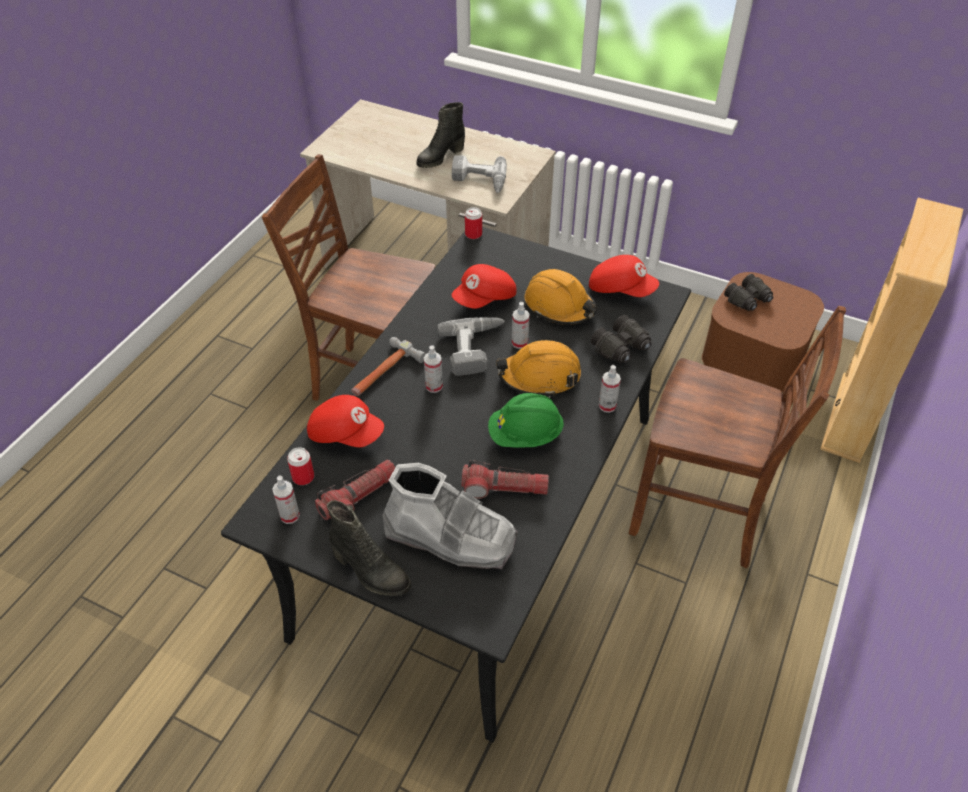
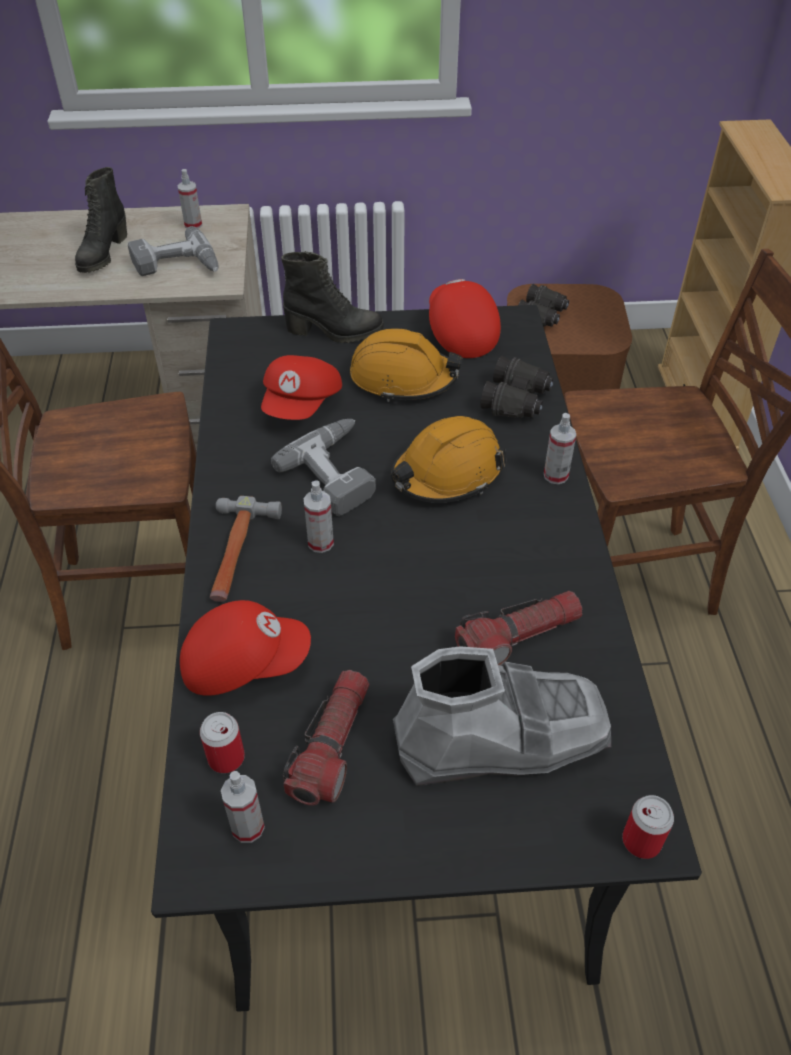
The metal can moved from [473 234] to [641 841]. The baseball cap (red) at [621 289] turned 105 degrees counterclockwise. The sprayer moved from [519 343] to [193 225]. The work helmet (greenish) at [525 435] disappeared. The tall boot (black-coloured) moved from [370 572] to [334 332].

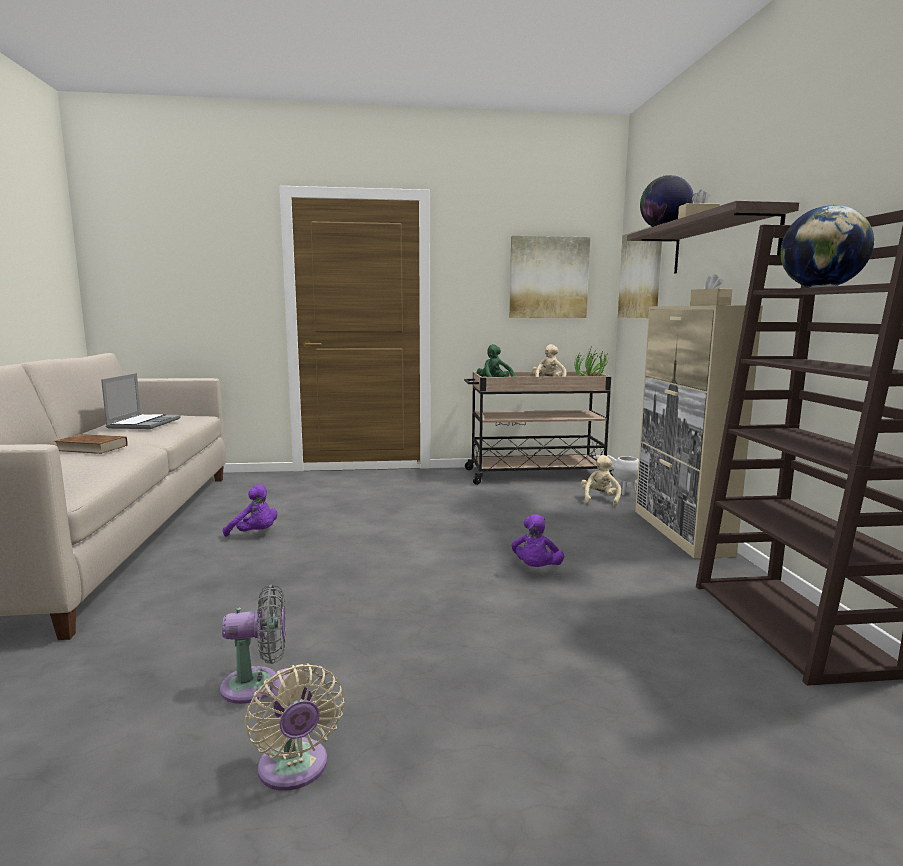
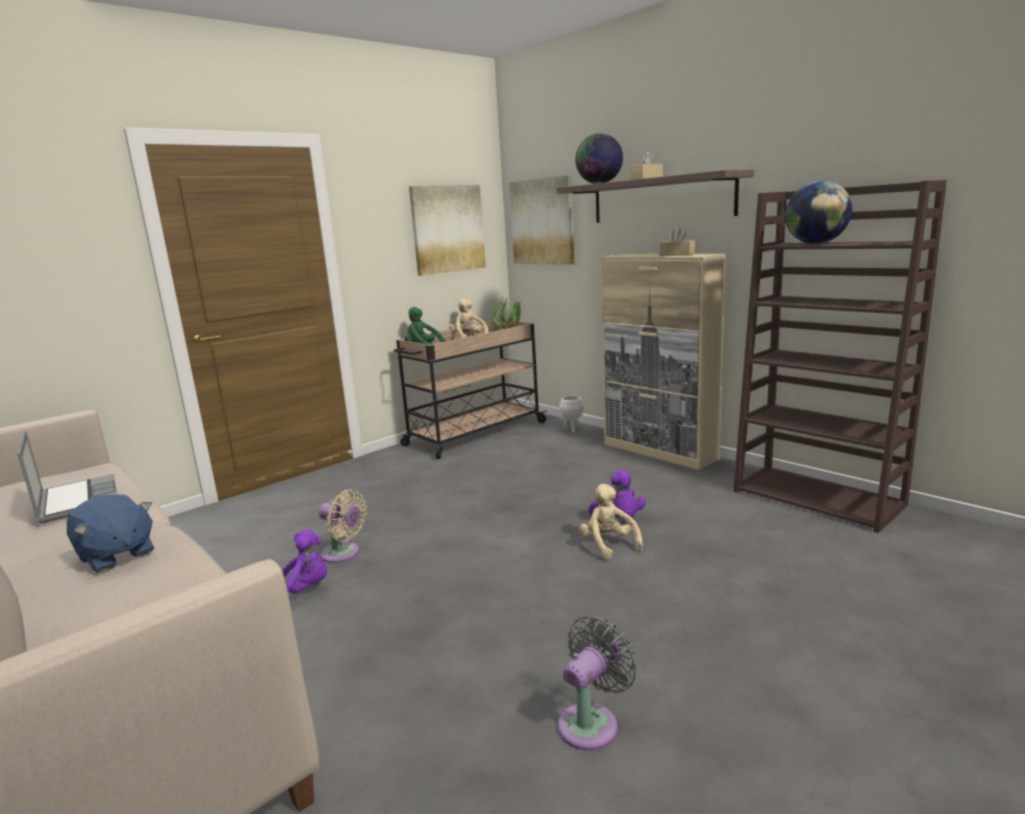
The volume (brownish) at [92 448] was replaced by the plush toy (blue-coloured) at [116 556]. The plush toy (beige-coloured) moved from [600 499] to [608 545]. The cooling fan (beige-coloured) moved from [294 770] to [343 554].

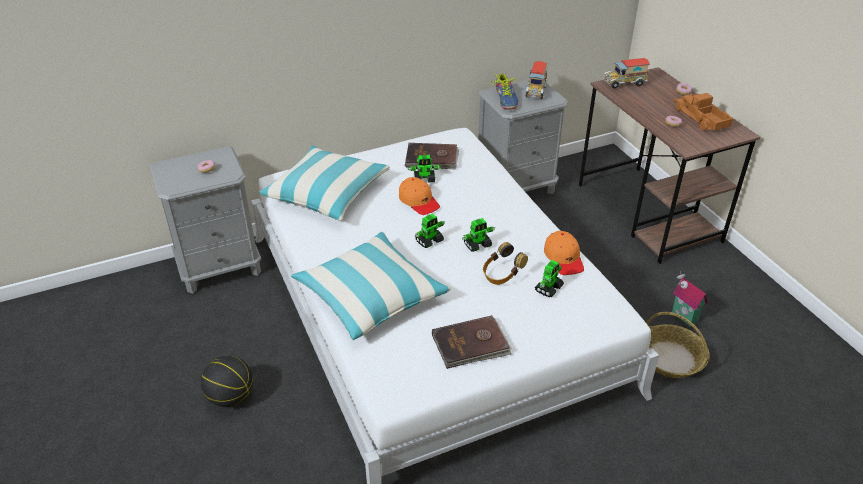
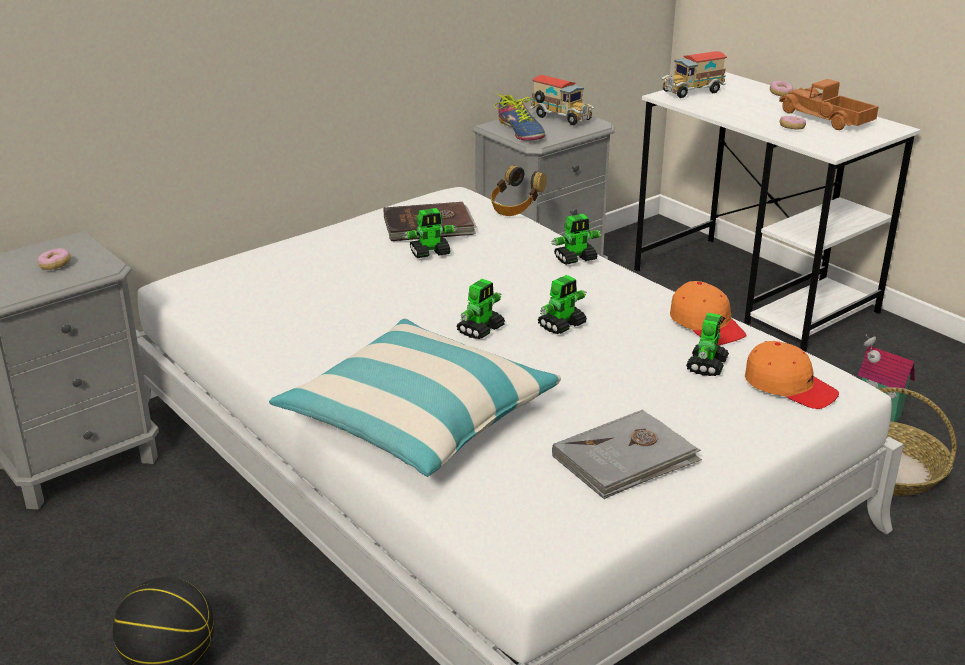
The toy lorry at [535 92] turned 45 degrees counterclockwise. The desk table (brownish) at [648 213] became the desk table (white) at [754 291]. The cushion at [327 193] disappeared. The baseball cap (orange) moved from [419 201] to [789 386]. The pair of headphones moved from [502 275] to [515 208]. The volume (brownish) at [471 345] became the volume (gray) at [626 459]. The toy robot at [576 259] appeared.

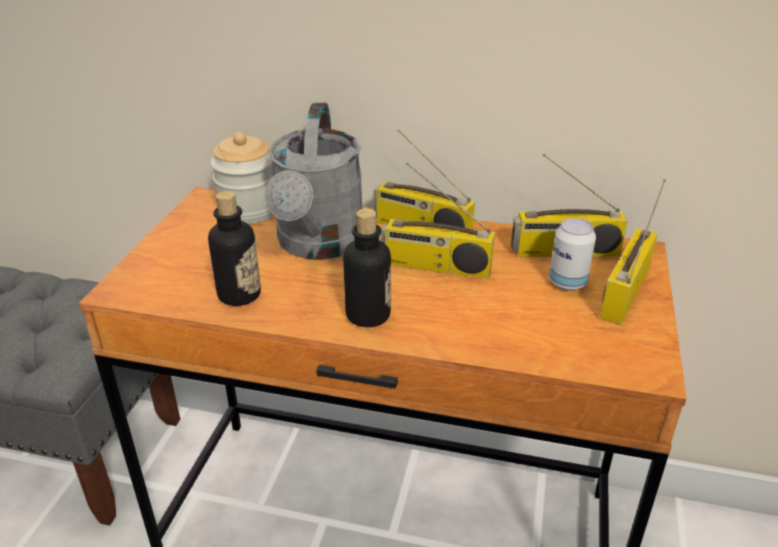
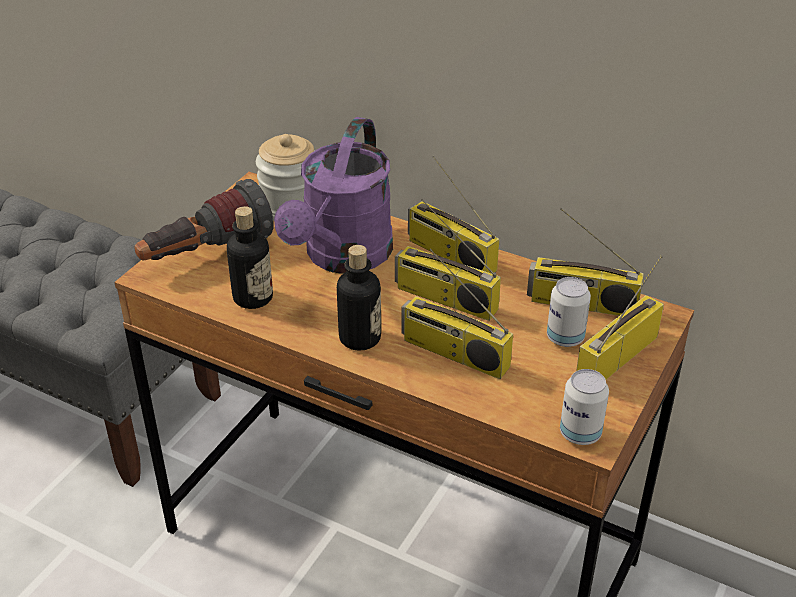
The watering can (gray) at [319 245] became the watering can (purple) at [343 257]. The torch at [206 254] appeared. The radio receiver at [453 353] appeared. The metal can at [580 433] appeared.

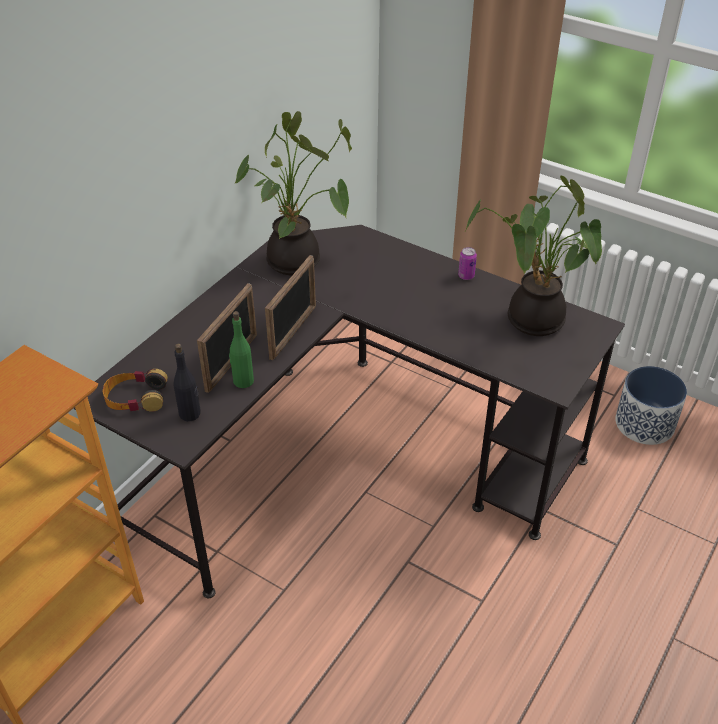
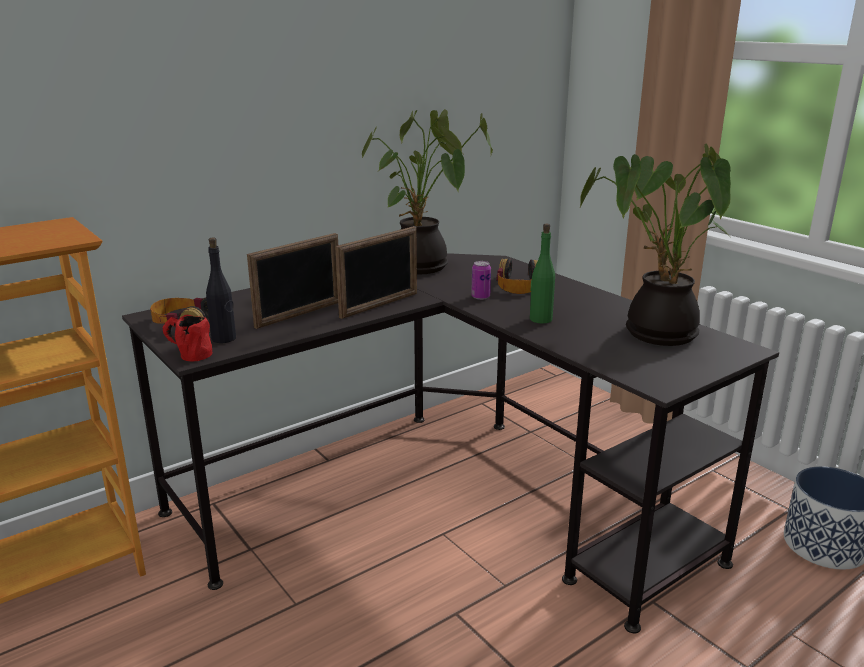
The metal can moved from [466 276] to [480 297]. The drink bottle (greenish) moved from [243 381] to [540 319]. The pair of headphones at [519 284] appeared. The tea mug (red) at [188 354] appeared.

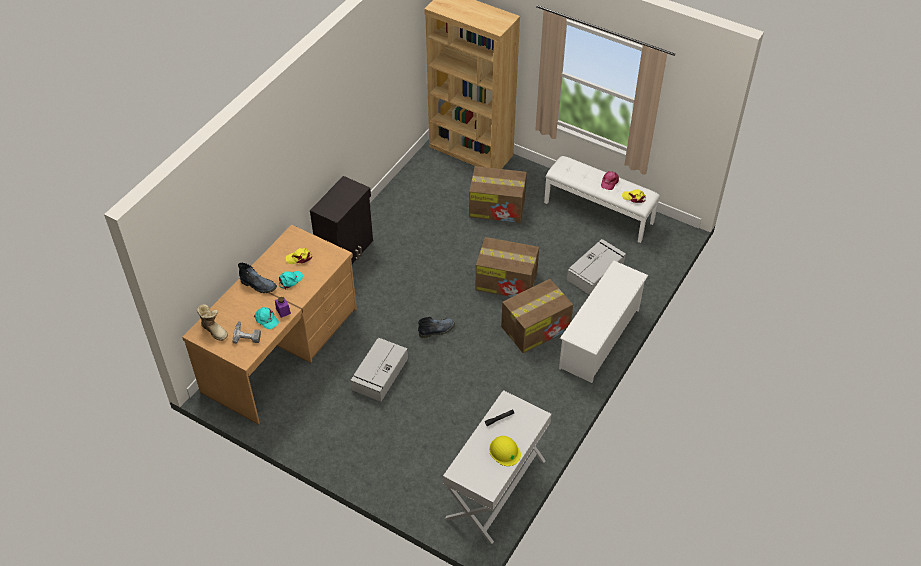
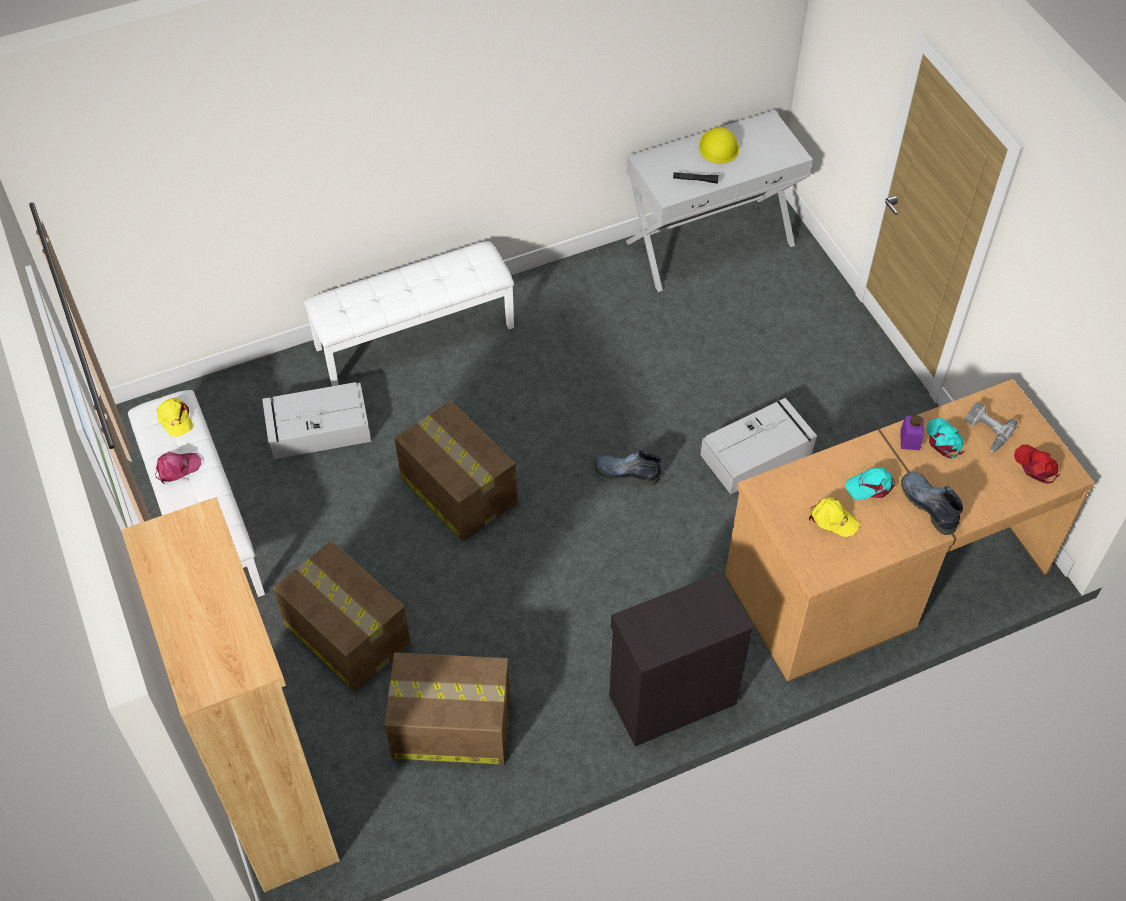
The shoe stand (white) at [600 338] was replaced by the bench (white) at [415 336]. The packing box moved from [536 327] to [450 726]. The tall boot at [214 330] was replaced by the baseball cap (red) at [1036 466].

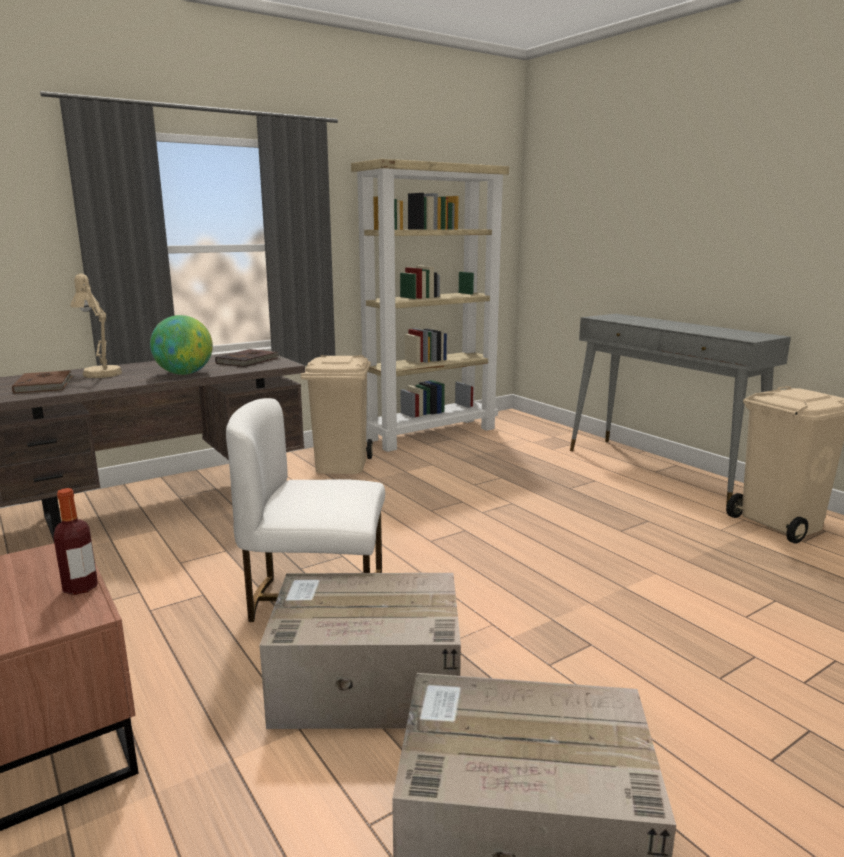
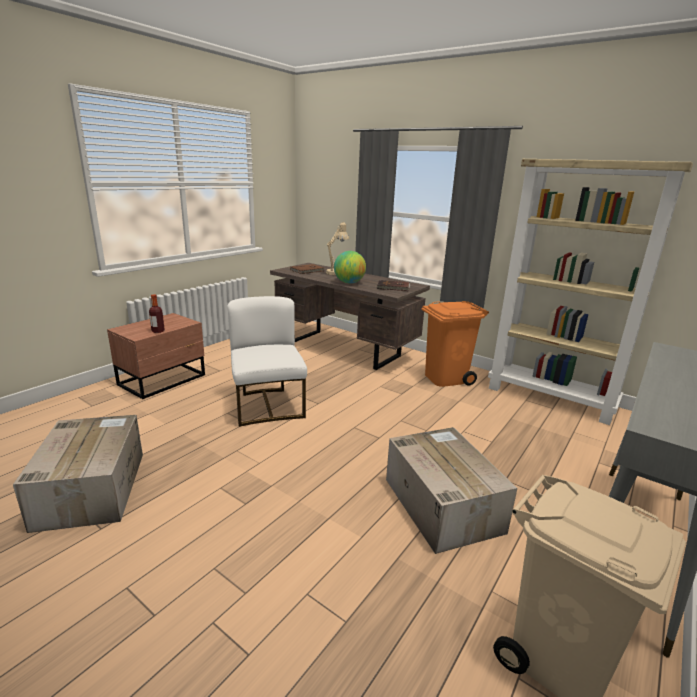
The trash can (beige-coloured) at [340 465] became the trash can (orange) at [445 378]. The packing box moved from [364 683] to [441 504].

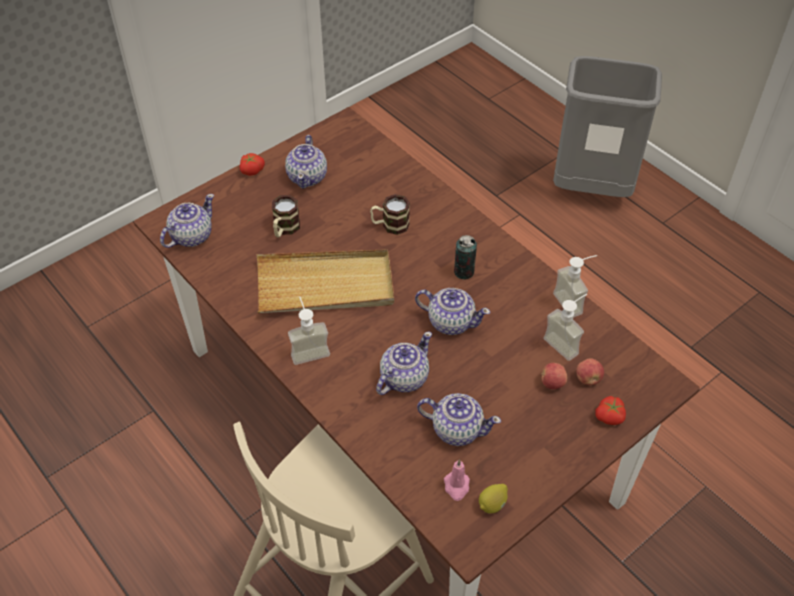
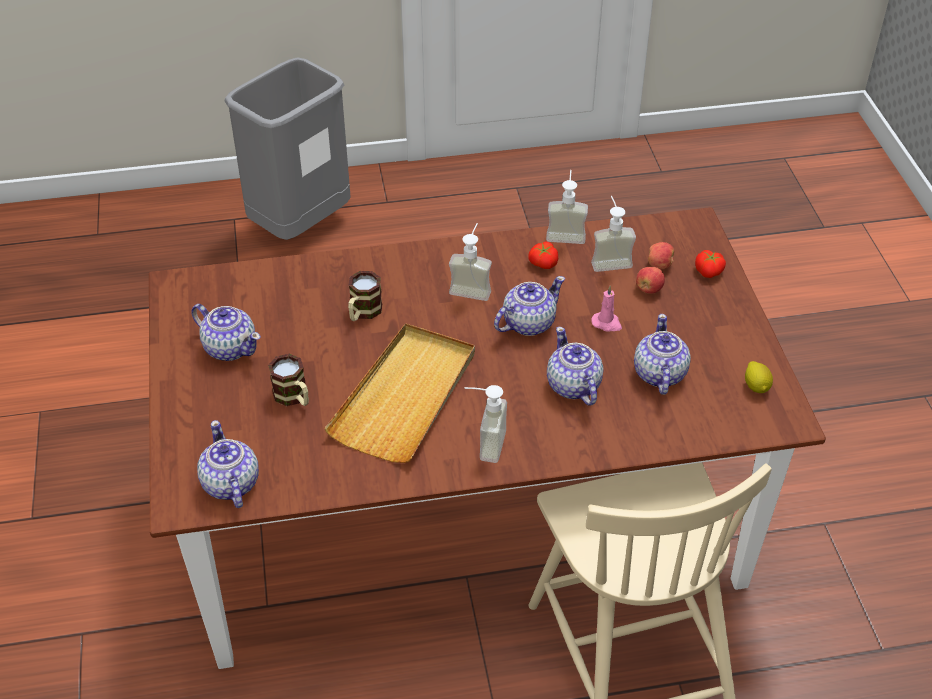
The fresh tomato moved from [251 170] to [542 263]. The metal can at [464 272] was replaced by the soap bottle at [472 287]. The teapot at [456 429] turned 45 degrees counterclockwise. The wax light (pink) moved from [456 486] to [607 323].

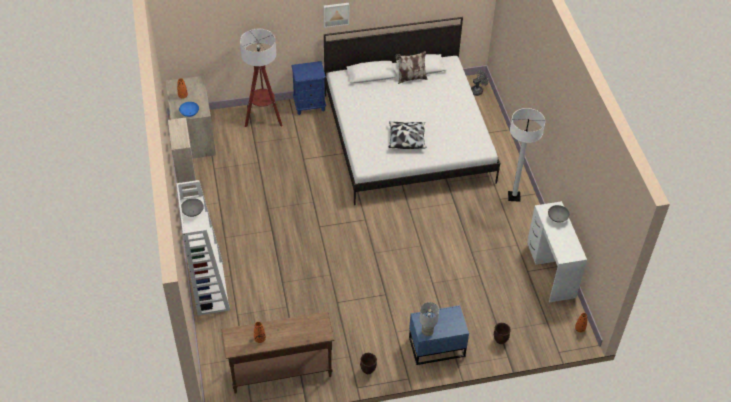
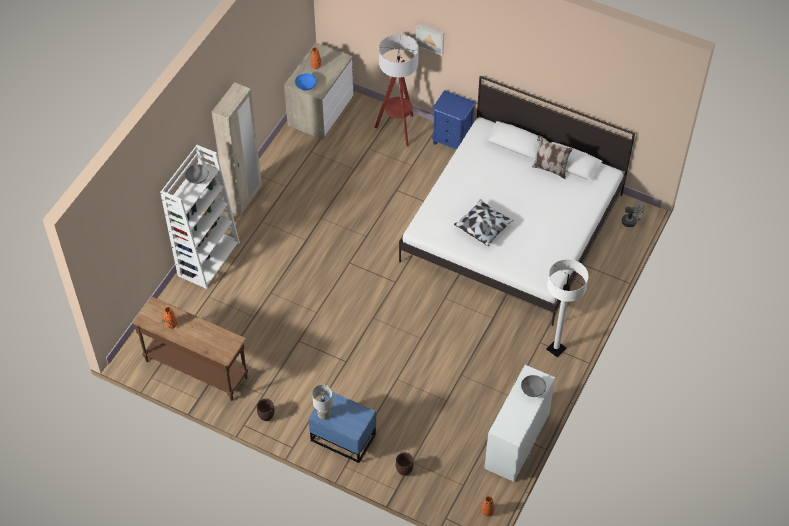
The wall picture moved from [336 14] to [430 38].

